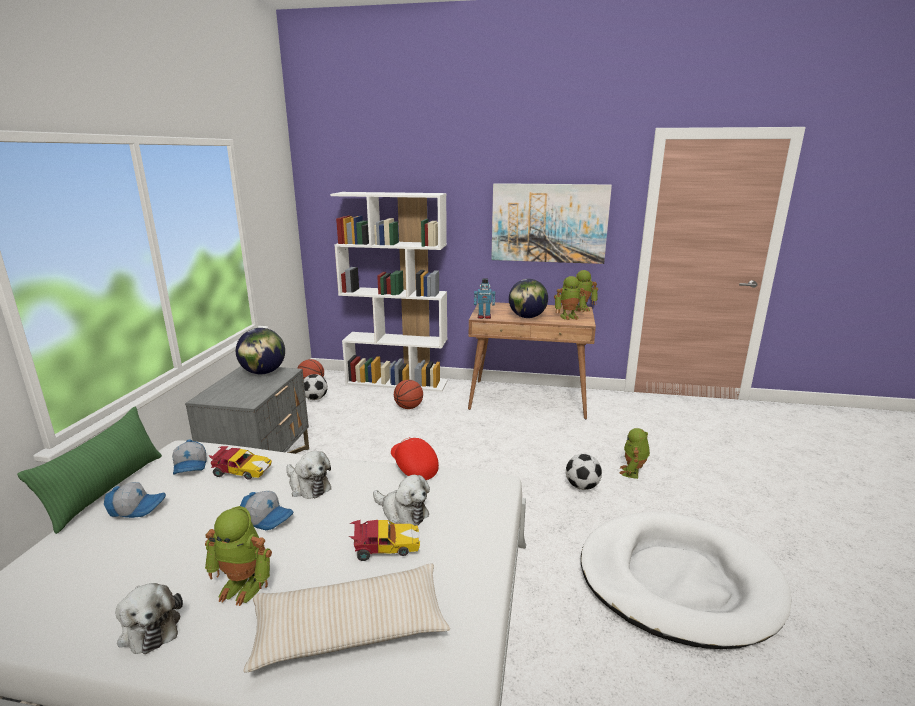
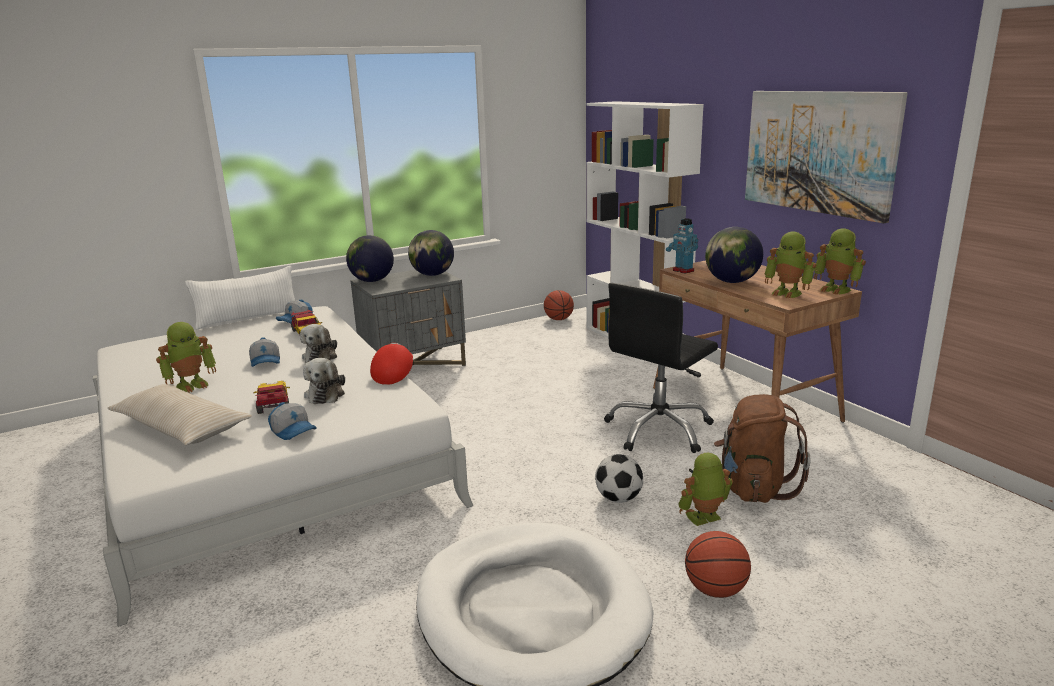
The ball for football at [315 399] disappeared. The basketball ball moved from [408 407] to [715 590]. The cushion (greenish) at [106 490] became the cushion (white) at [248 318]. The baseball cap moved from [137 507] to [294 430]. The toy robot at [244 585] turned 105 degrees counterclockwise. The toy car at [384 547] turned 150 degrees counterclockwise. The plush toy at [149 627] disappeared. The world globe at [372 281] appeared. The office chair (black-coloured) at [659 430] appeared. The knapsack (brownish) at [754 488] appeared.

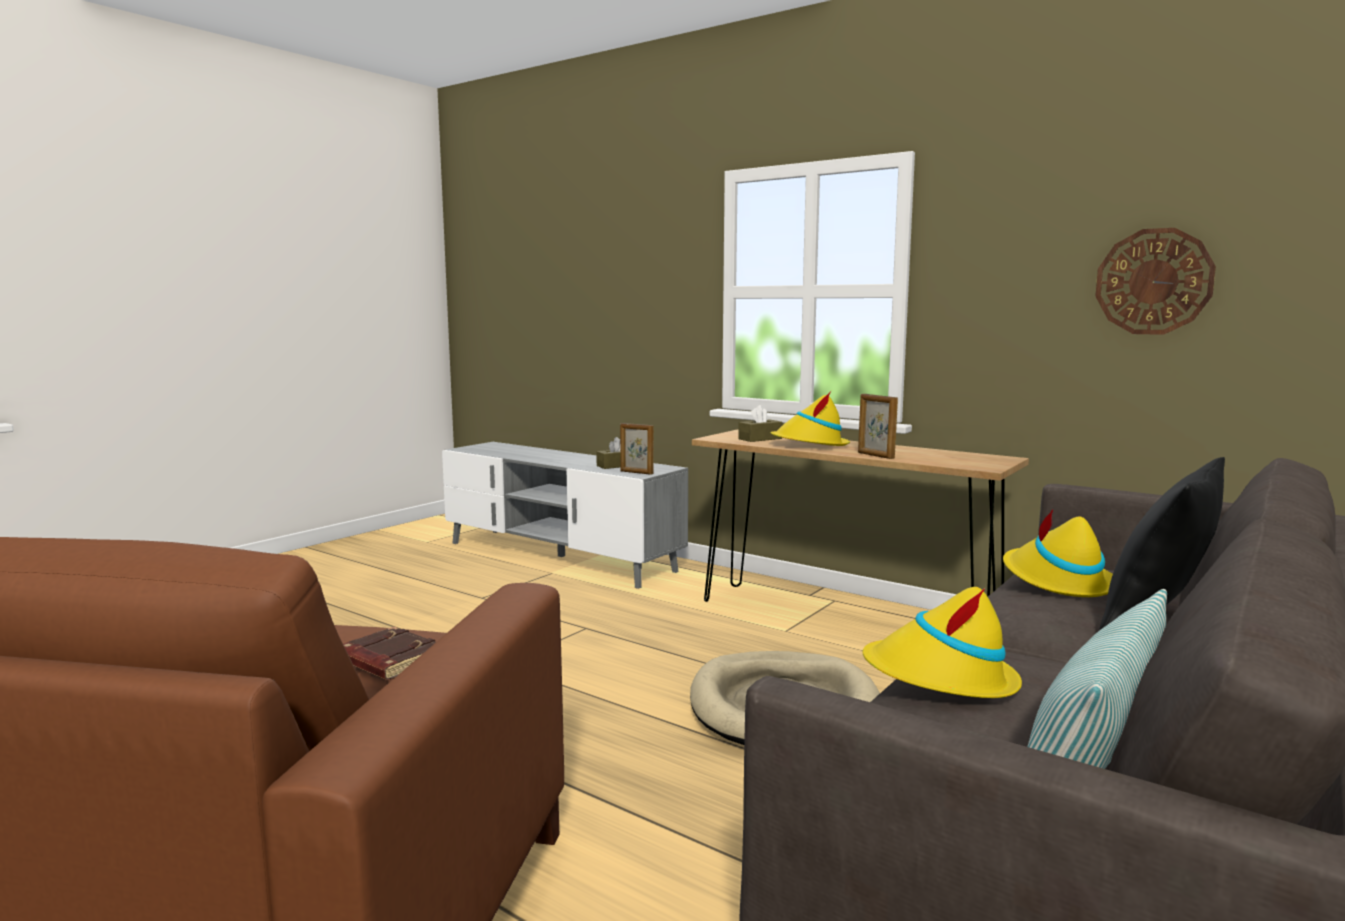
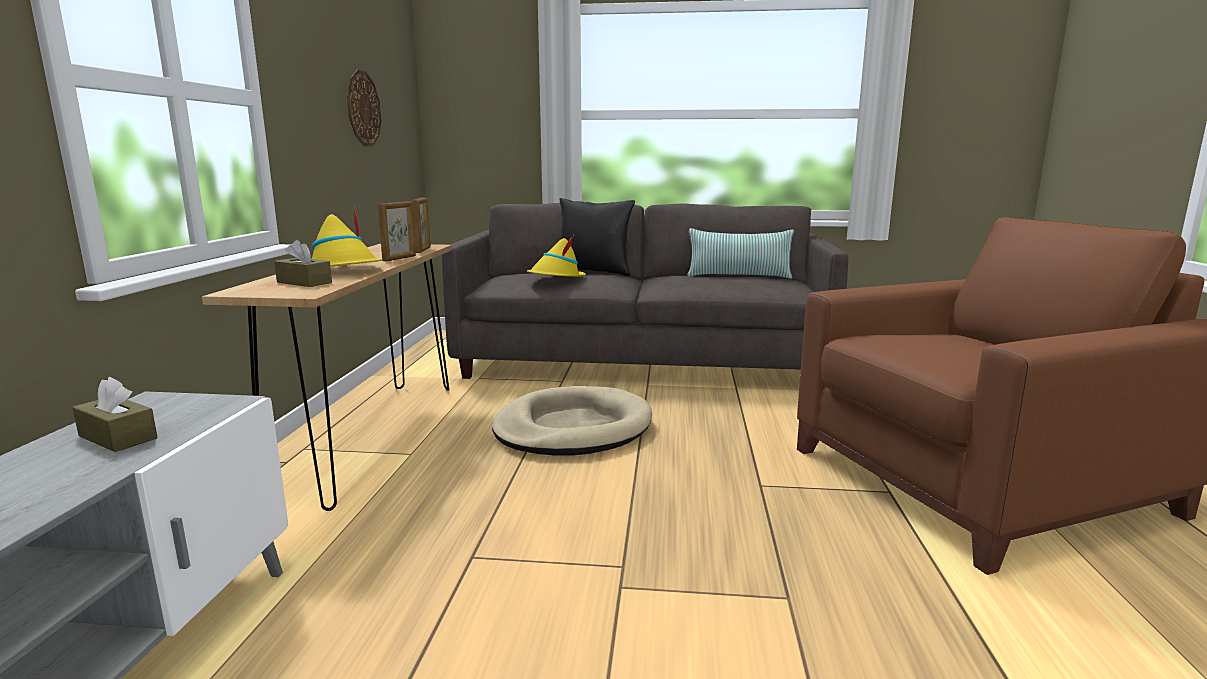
The standing frame moved from [636 472] to [423 250]. The clothing hat (yellow) at [940 679] disappeared. The volume (brownish) at [388 661] disappeared.

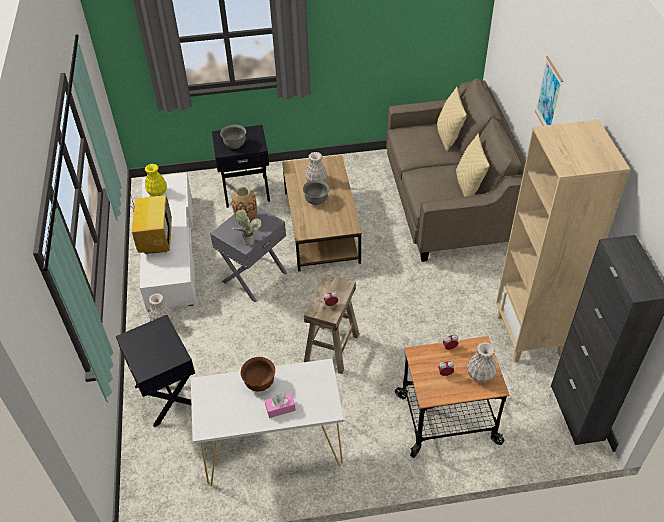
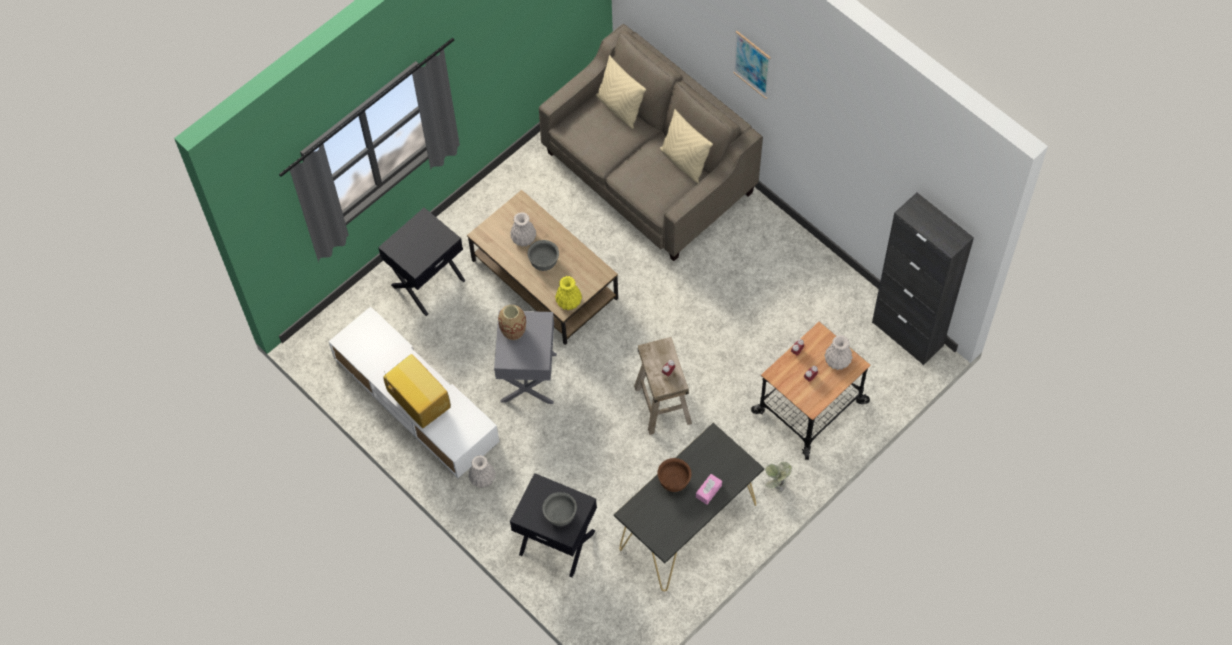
The shelving unit (beige-coloured) at [529 335] disappeared. The deep dish (gray) moved from [235 145] to [560 515]. The vase (yellow) moved from [157 192] to [568 302]. The houseplant moved from [247 240] to [775 484]. The hall table (white) at [272 447] became the hall table (black-coloured) at [687 527].

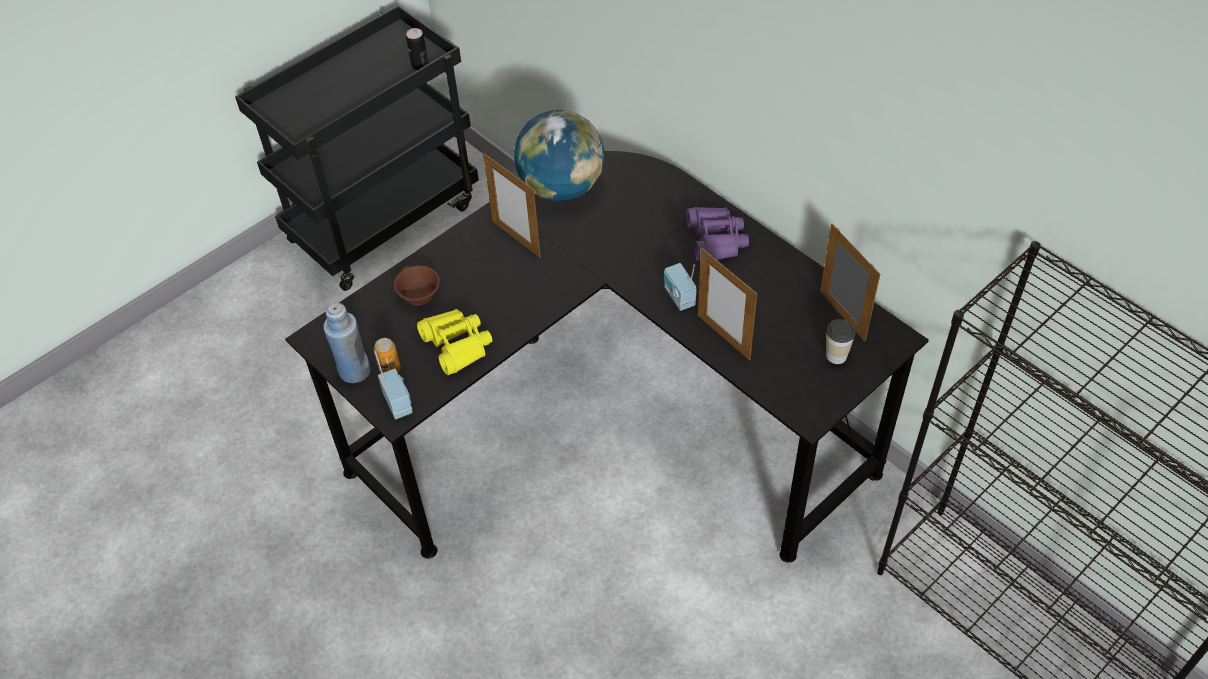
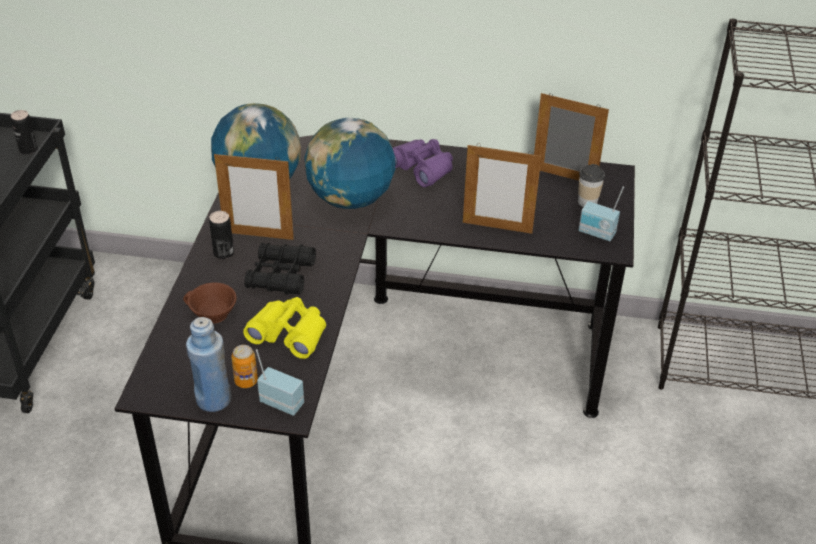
The radio receiver moved from [678 297] to [596 233]. The world globe at [350 199] appeared. The metal can at [223 253] appeared. The pair of binoculars (black-coloured) at [280 275] appeared.

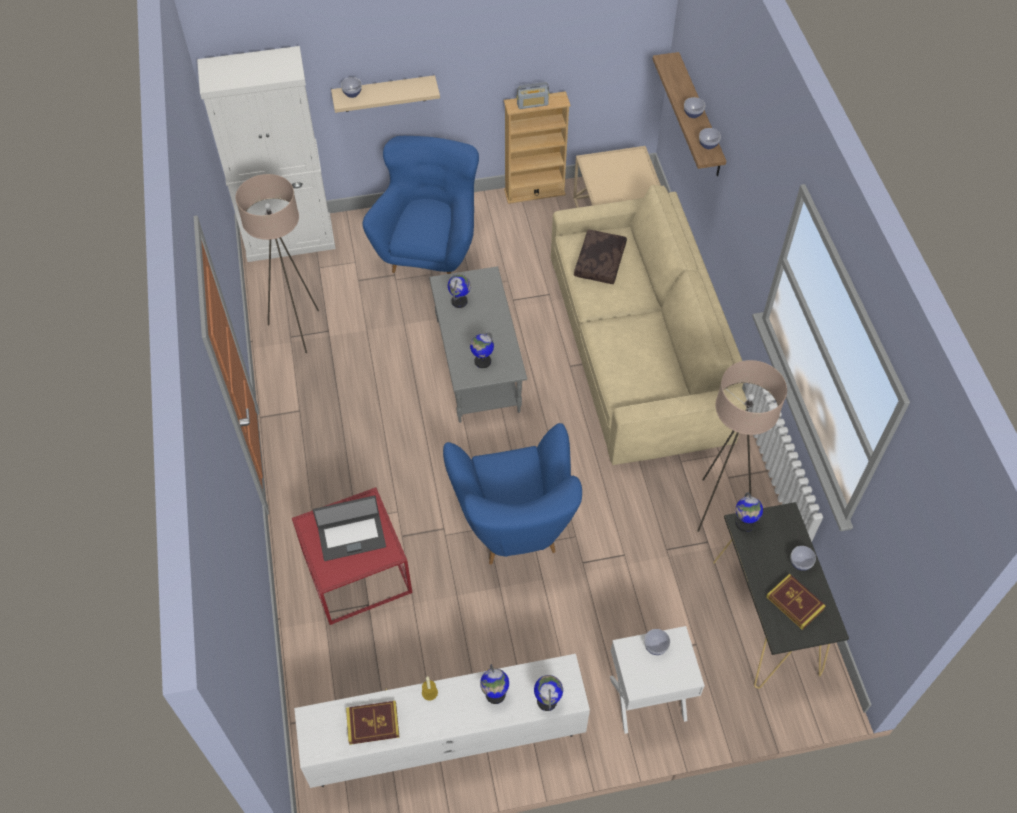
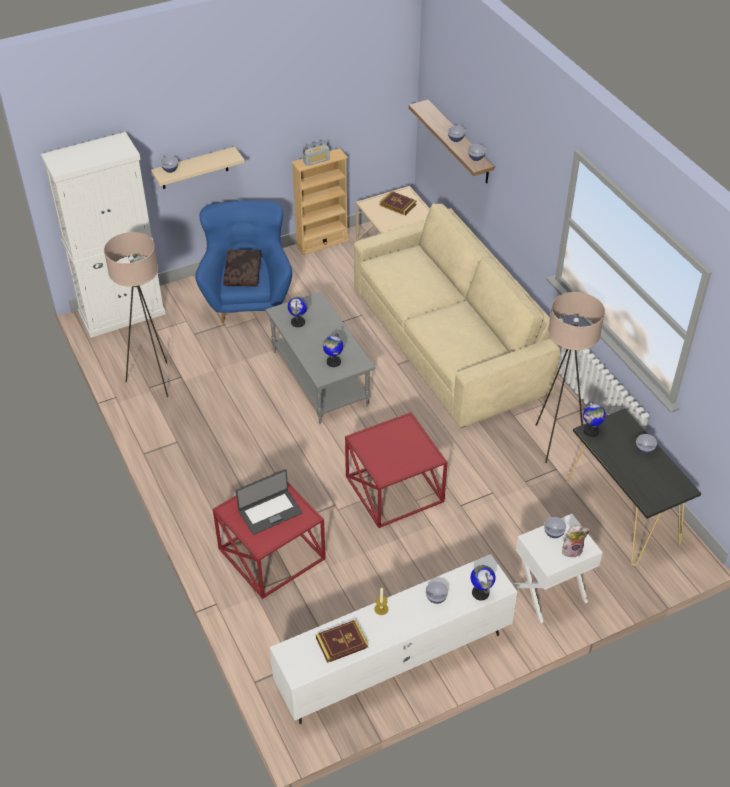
The cushion (brownish) moved from [600 262] to [243 273]. The armchair (blue-coloured) at [514 525] was replaced by the end table (red) at [394 489]. The volume moved from [795 603] to [397 205]. The world globe at [495 694] was replaced by the deep dish at [436 598]. The plush toy at [572 550] appeared.

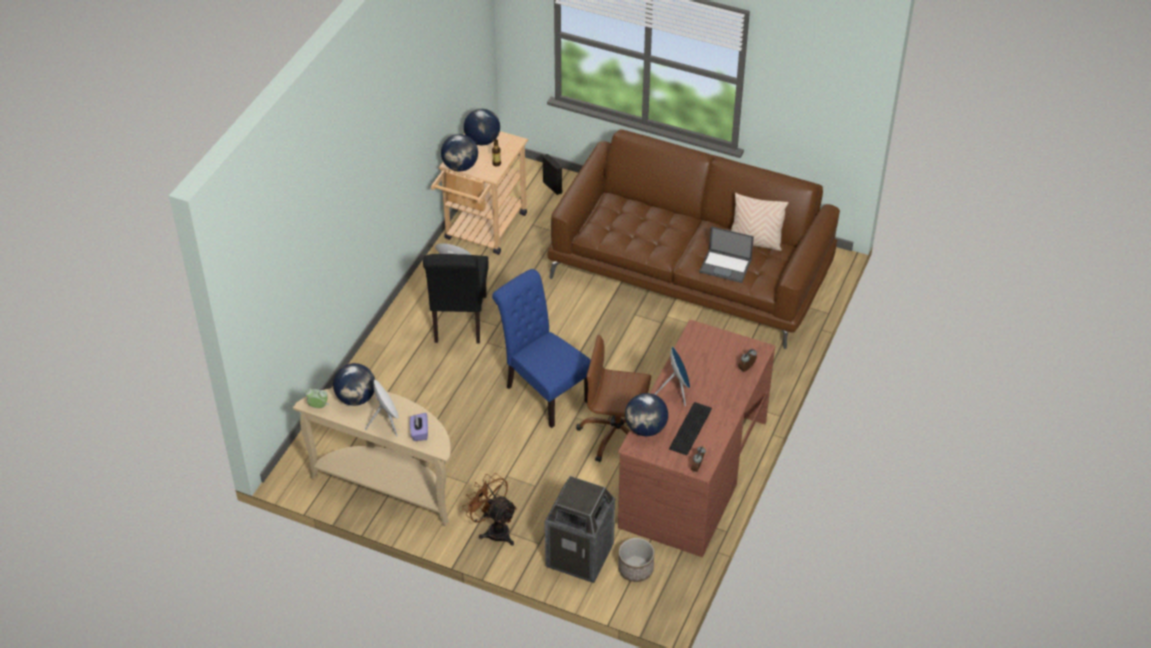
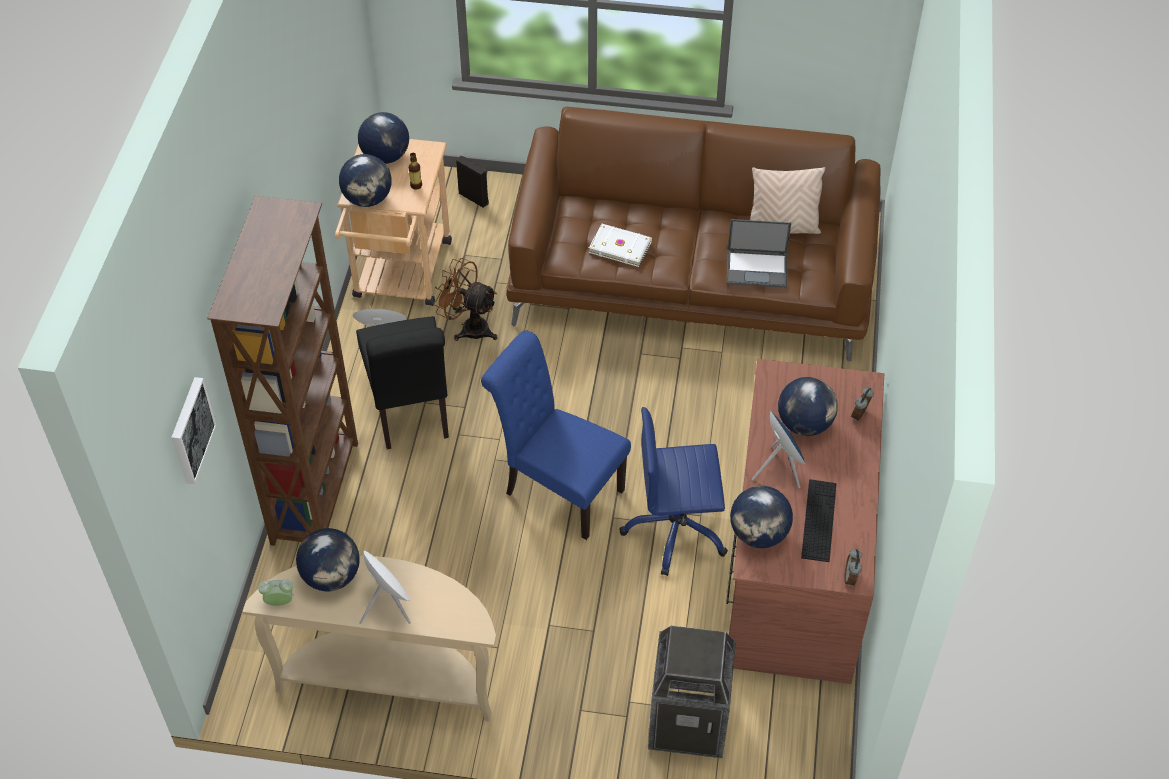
The office chair (brownish) at [616 434] became the office chair (blue-coloured) at [676 530]. The tissue holder (purple) at [419 432] disappeared. The cooling fan (brownish) moved from [494 530] to [469 327]. The plant pot at [635 569] disappeared. The shelving unit (brownish) at [317 492] appeared. The volume (white) at [620 246] appeared. The wall picture at [190 430] appeared. The world globe at [804 424] appeared.

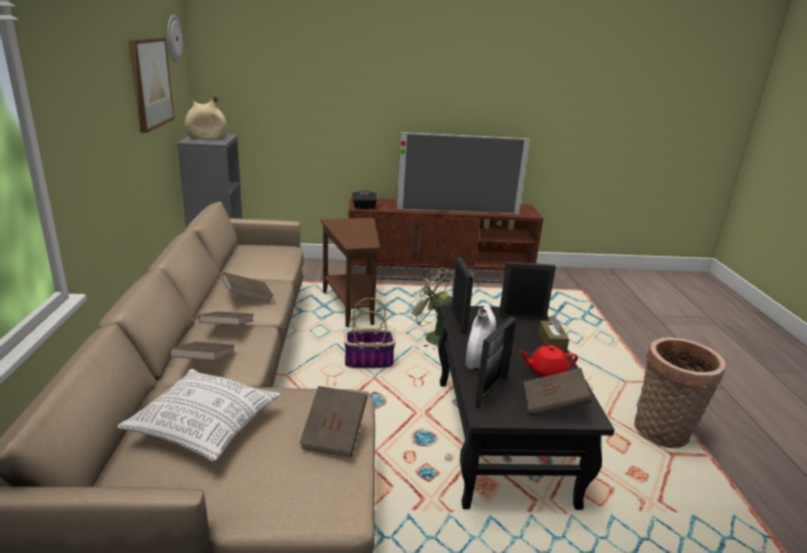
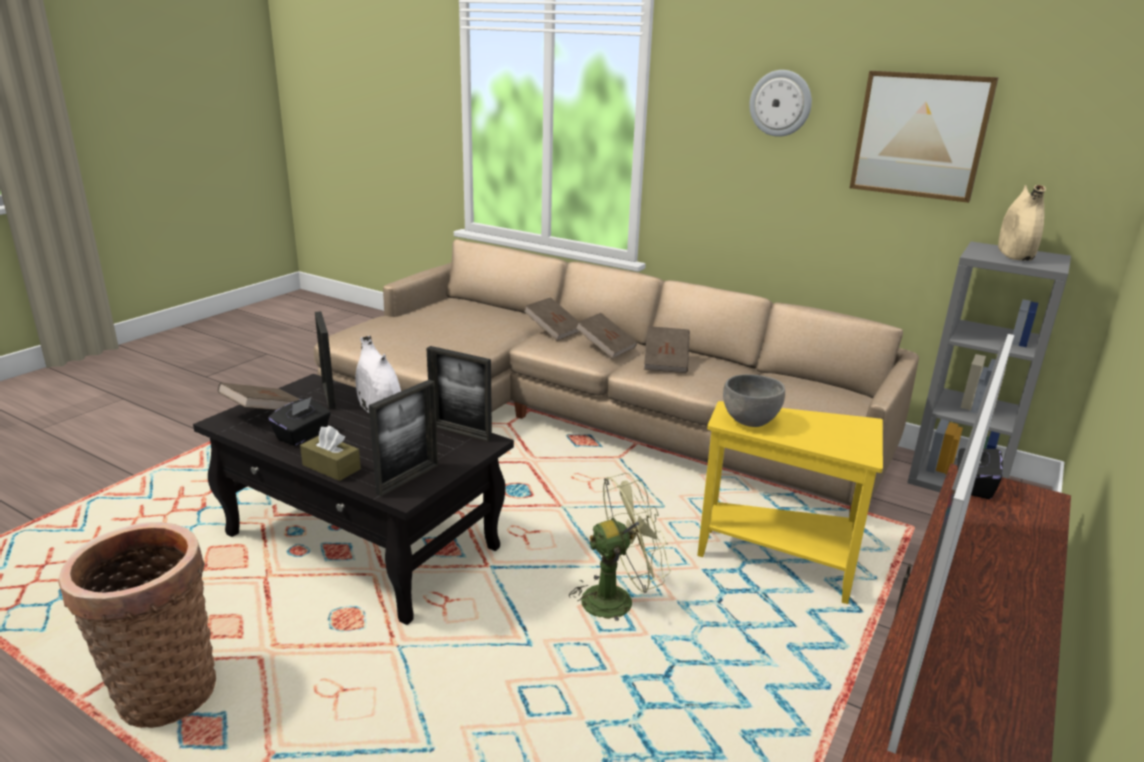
The wall clock moved from [173 38] to [780 103]. The end table (brownish) at [352 305] became the end table (yellow) at [782 561]. The storage basket at [369 361] disappeared. The teapot (red) at [546 371] was replaced by the tissue holder (black-coloured) at [303 435]. The cushion at [203 426] disappeared. The volume (brownish) at [334 434] disappeared. The deep dish (gray) at [750 421] appeared.

